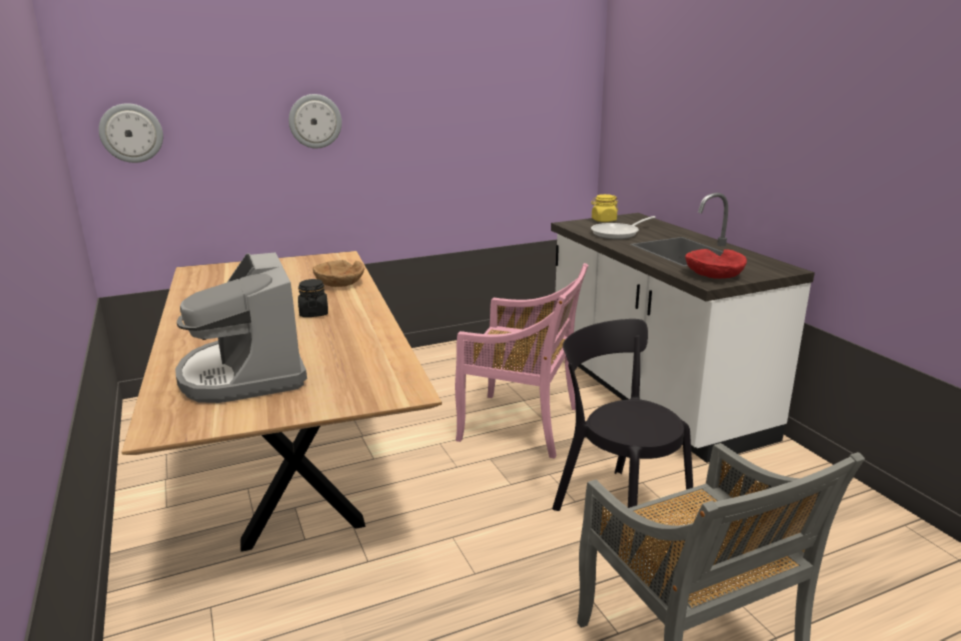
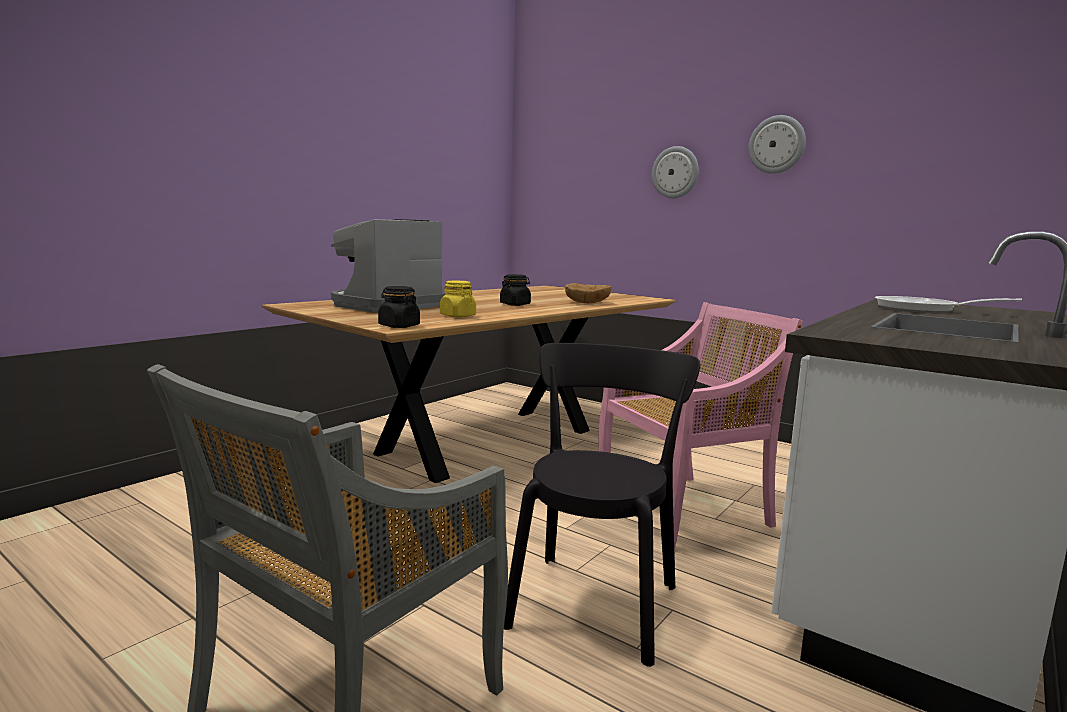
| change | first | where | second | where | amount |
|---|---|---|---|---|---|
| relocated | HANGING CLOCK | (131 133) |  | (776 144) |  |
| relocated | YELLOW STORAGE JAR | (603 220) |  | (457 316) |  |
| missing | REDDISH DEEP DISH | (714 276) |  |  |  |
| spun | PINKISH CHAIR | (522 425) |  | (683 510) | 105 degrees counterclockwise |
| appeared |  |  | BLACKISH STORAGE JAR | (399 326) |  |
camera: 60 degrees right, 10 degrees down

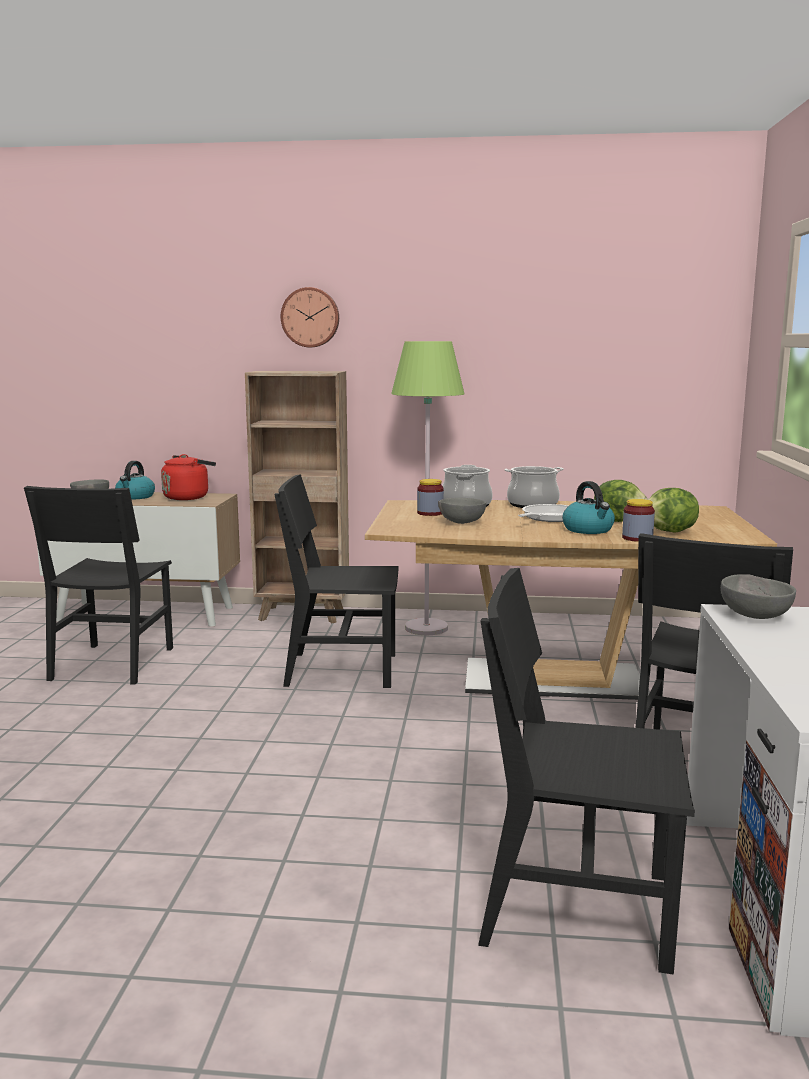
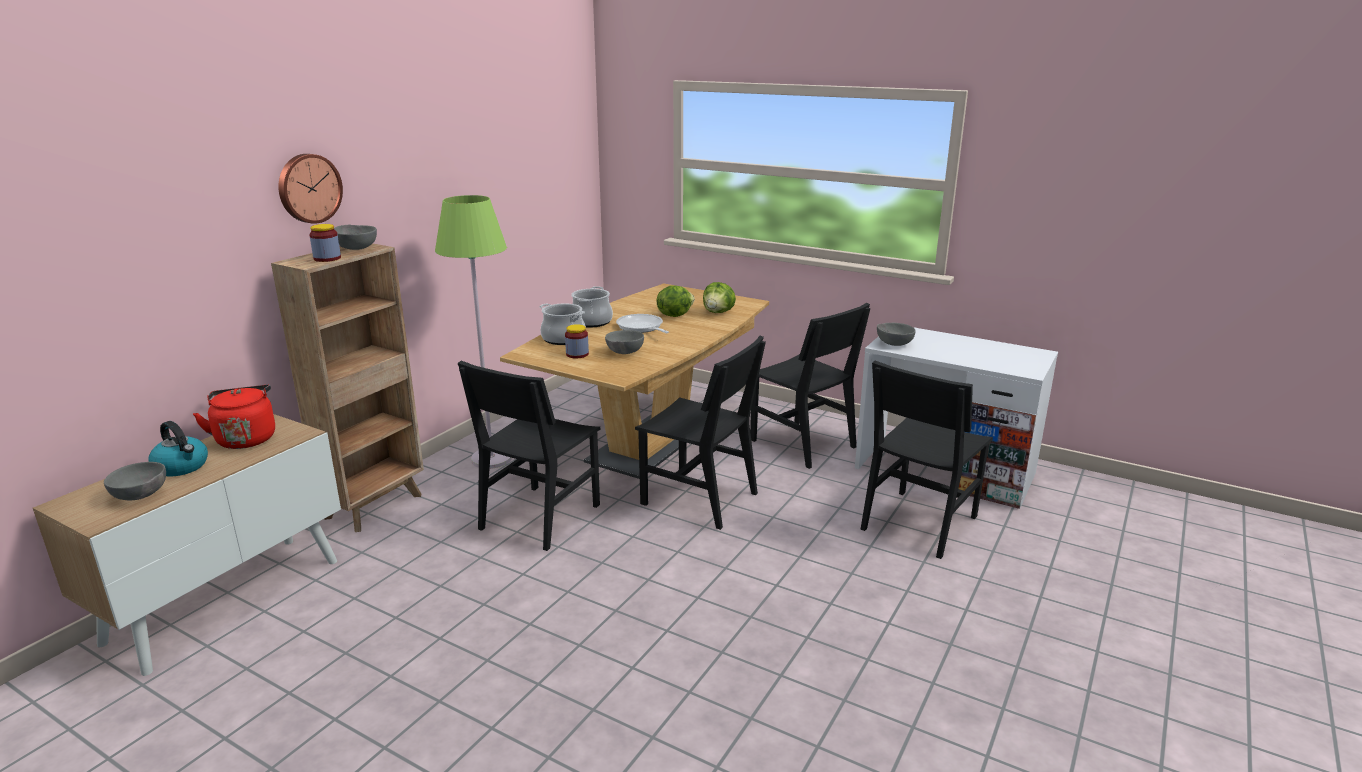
| change | first | where | second | where | amount |
|---|---|---|---|---|---|
| missing | WATER KETTLE | (588 530) |  |  |  |
| relocated | BLACKISH CHAIR | (112 663) |  | (699 499) |  |
| relocated | STORAGE JAR | (637 538) |  | (327 258) |  |
| appeared |  |  | GREYISH DEEP DISH | (357 248) |  |
camera: 65 degrees left, 10 degrees up

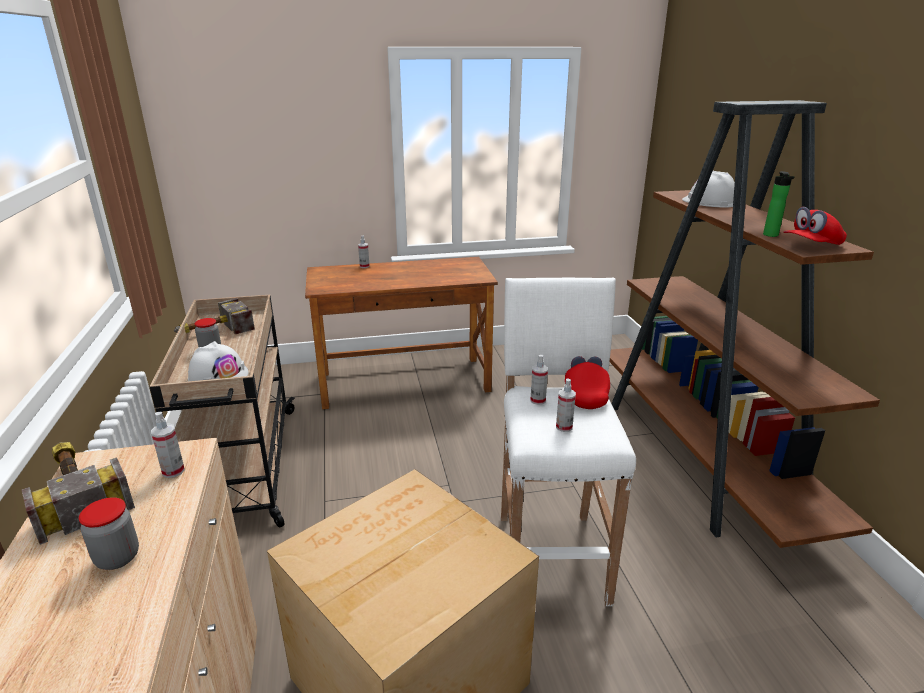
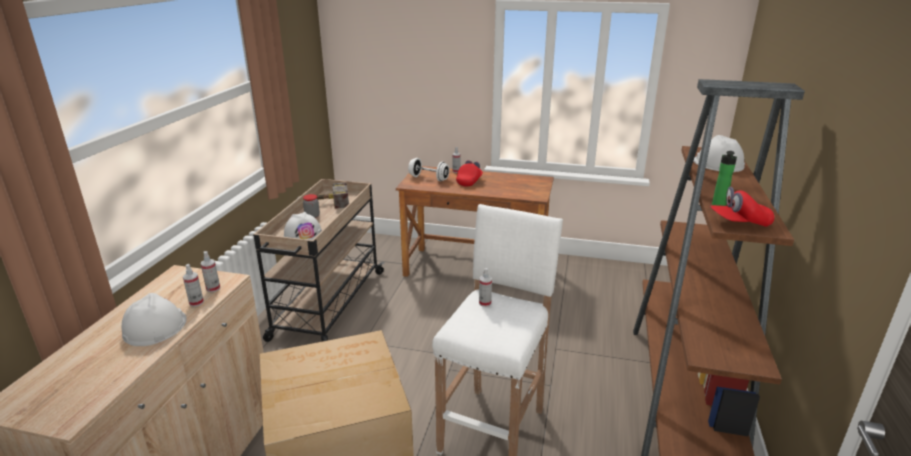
| change | first | where | second | where | amount |
|---|---|---|---|---|---|
| relocated | REDDISH CAP | (585 395) |  | (469 181) |  |
| relocated | SPRAYER | (564 427) |  | (196 302) |  |
| missing | HAMMER | (76 490) |  |  |  |
| exchanged | STORAGE JAR | (117 557) | WHITISH WORK HELMET | (154 327) |  |
| appeared |  |  | WHITISH FREE WEIGHT | (429 178) |  |
camera: 25 degrees right, 0 degrees up

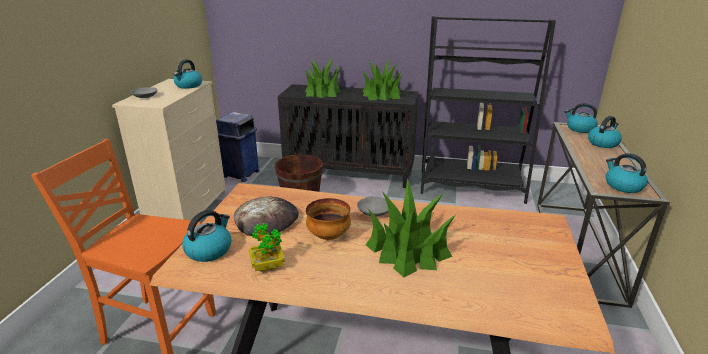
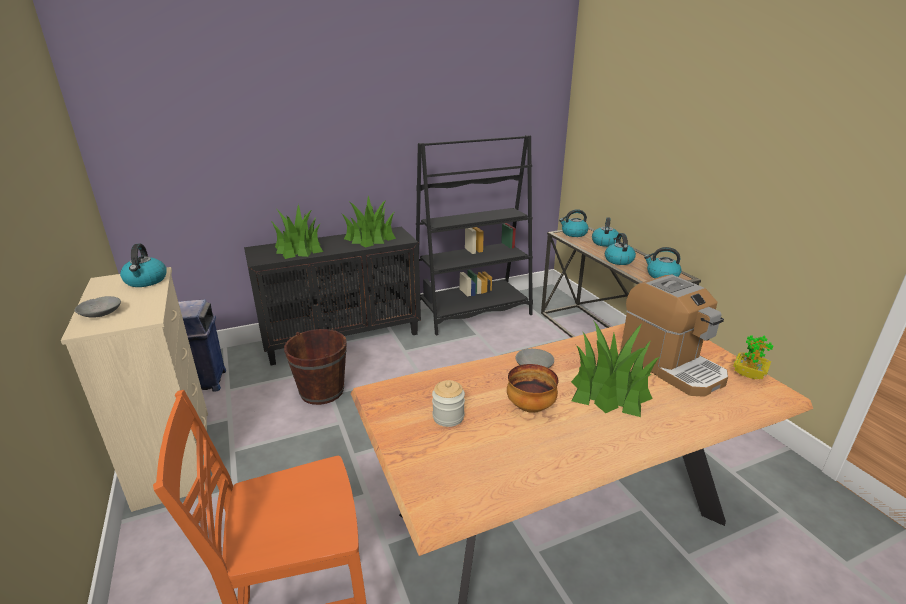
| change | first | where | second | where | amount |
|---|---|---|---|---|---|
| exchanged | BAKERY BREAD | (266 220) | STORAGE JAR | (448 417) |  |
| relocated | WATER KETTLE | (209 250) |  | (618 260) |  |
| relocated | PLANT IN A POT | (267 266) |  | (748 374) |  |
| appeared |  |  | COFFEE MACHINE | (671 366) |  |
camera: 35 degrees left, 0 degrees up

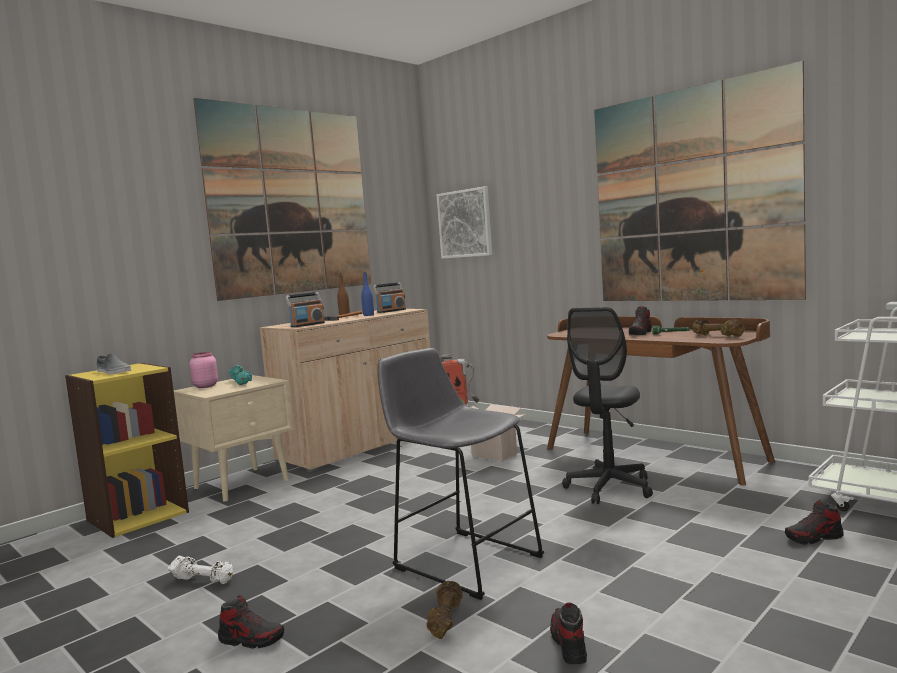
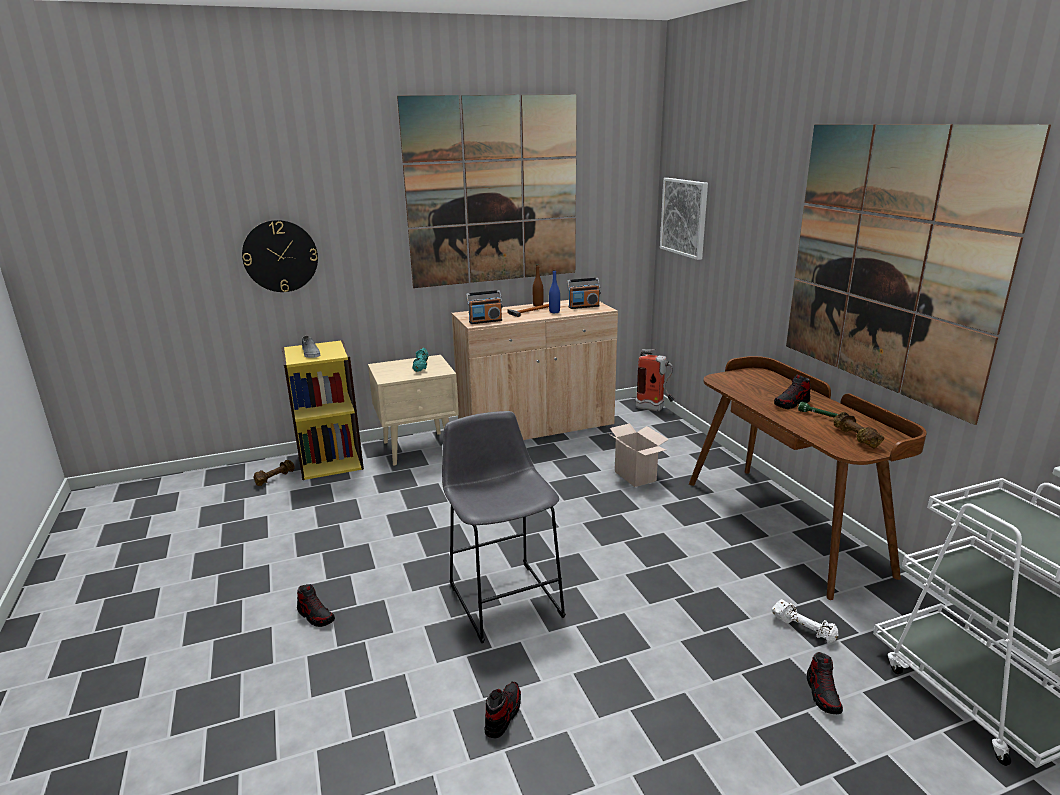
| change | first | where | second | where | amount |
|---|---|---|---|---|---|
| missing | BLACKISH OFFICE CHAIR | (609 488) |  |  |  |
| missing | PINKISH STORAGE JAR | (204 386) |  |  |  |
| spun | LOW SHOE | (814 538) |  | (823 694) | 105 degrees counterclockwise |
| relocated | WHITISH FREE WEIGHT | (203 580) |  | (804 629) |  |
| relocated | BROWN-COLOURED FREE WEIGHT | (445 620) |  | (275 478) |  |
| appeared |  |  | HANGING CLOCK | (280 256) |  |
camera: 25 degrees right, 15 degrees up

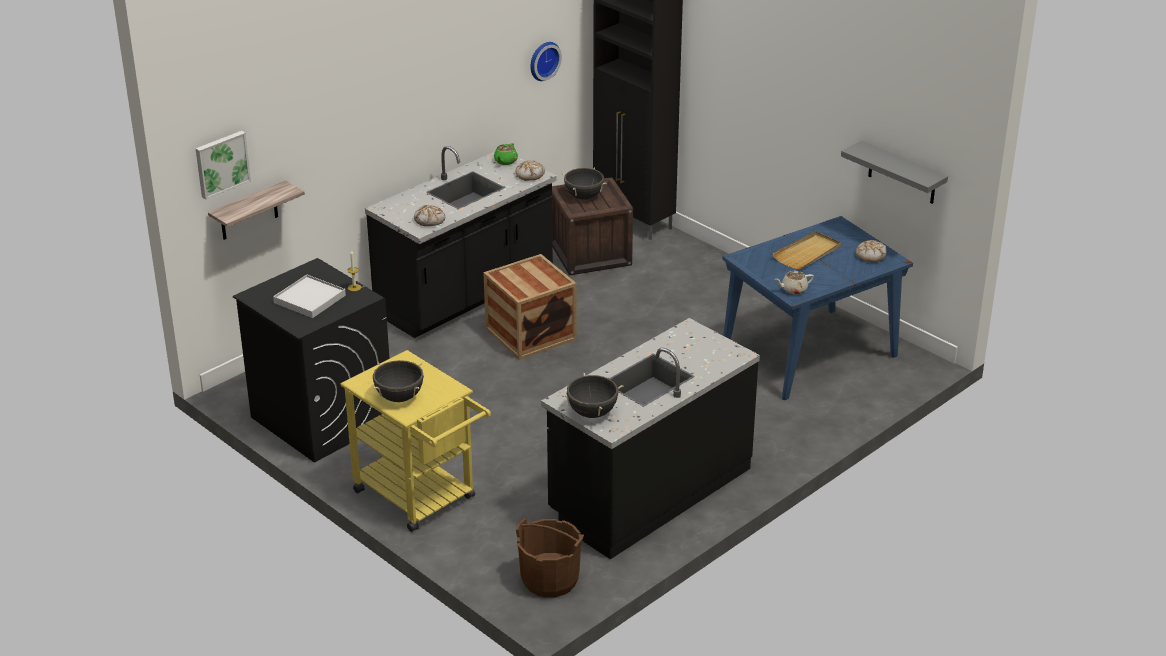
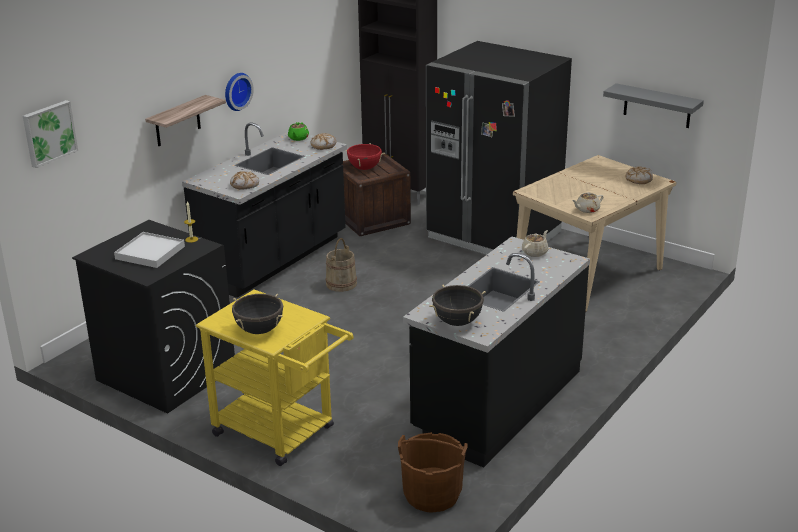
| change | first | where | second | where | amount |
|---|---|---|---|---|---|
| relocated | HANGING CLOCK | (543 60) |  | (236 91) |  |
| colour | BLACKISH COOKING POT | (584 197) | REDDISH COOKING POT | (364 168) |  |
| relocated | SHELF | (248 212) |  | (177 121) |  |
| colour | BLUISH DINING TABLE | (810 352) | BEIGE-COLOURED DINING TABLE | (588 273) |  |
| missing | BEIGE-COLOURED SERVING TRAY | (807 253) |  |  |  |
| exchanged | CRATE | (530 334) | BEIGE-COLOURED BUCKET | (341 284) |  |
| appeared |  |  | BLACKISH REFRIGERATOR | (493 235) |  |
| appeared |  |  | BEIGE-COLOURED TEA POT | (535 252) |  |
camera: 10 degrees left, 5 degrees down

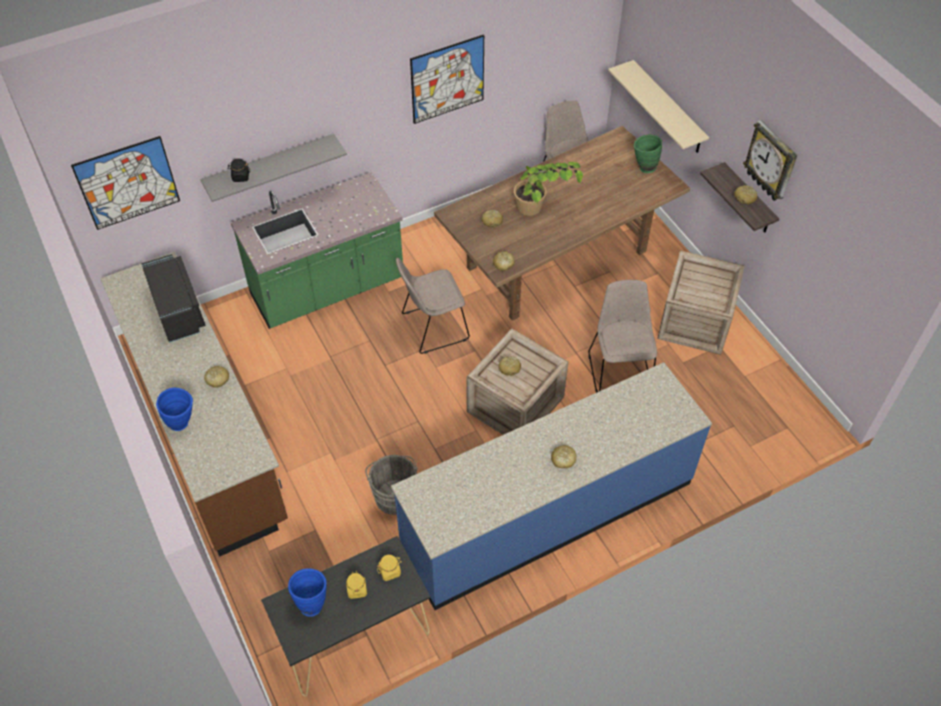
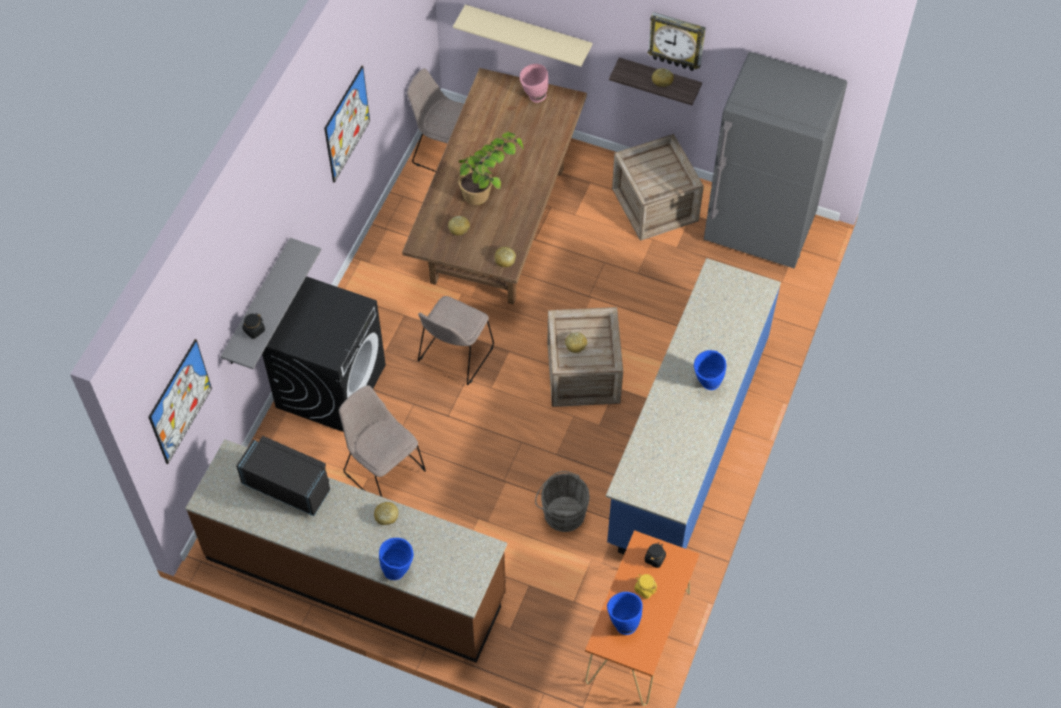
| change | first | where | second | where | amount |
|---|---|---|---|---|---|
| colour | GREEN VASE | (643 167) | PINKISH VASE | (533 97) |  |
| exchanged | GREEN KITCHEN COUNTER | (328 289) | BLACKISH LAUNDRY MACHINE | (331 385) |  |
| relocated | BEIGE-COLOURED CHAIR | (619 369) |  | (383 469) |  |
| exchanged | BAKERY BREAD | (563 459) | BLUISH VASE | (706 384) |  |
| colour | BLACKISH NARROW TABLE | (353 636) | ORANGEY NARROW TABLE | (638 637) |  |
| colour | YELLOW STORAGE JAR | (390 571) | BLACKISH STORAGE JAR | (654 558) |  |
| appeared |  |  | GREYISH REFRIGERATOR | (759 231) |  |
camera: 40 degrees left, 5 degrees up

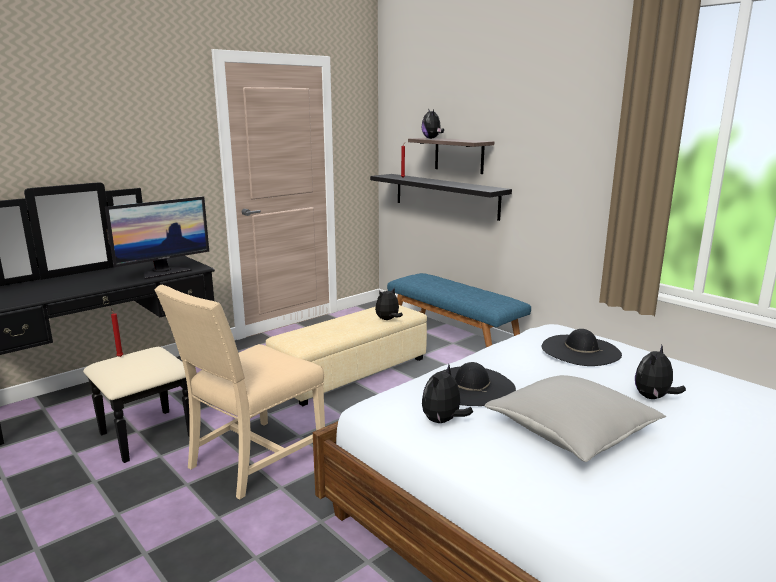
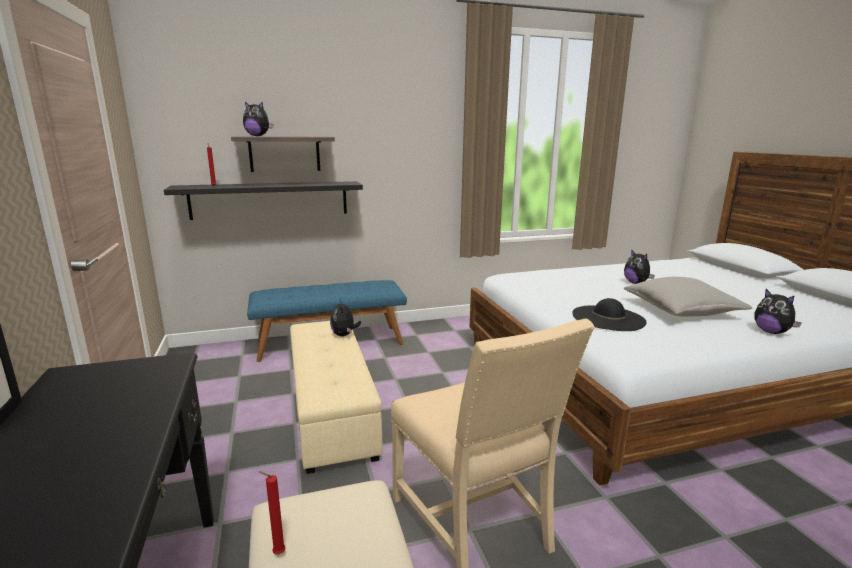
| change | first | where | second | where | amount |
|---|---|---|---|---|---|
| missing | MONITOR | (164 272) |  |  |  |
| missing | BLACKISH HAT | (580 350) |  |  |  |
| relocated | PLUSH TOY | (443 421) |  | (771 332) |  |
camera: 65 degrees left, 0 degrees up

